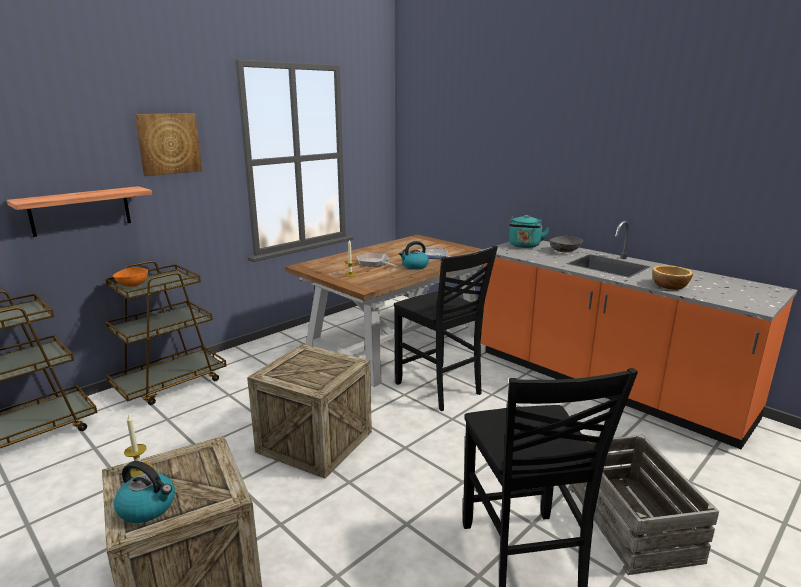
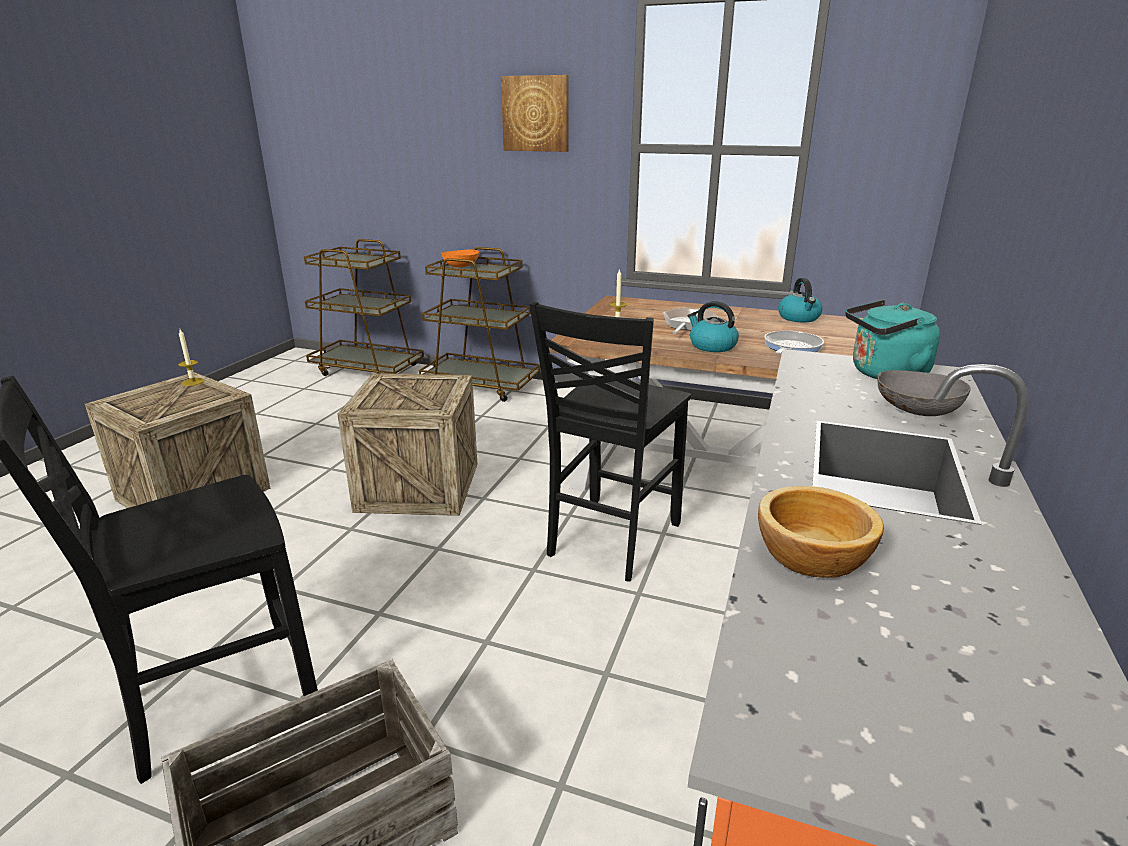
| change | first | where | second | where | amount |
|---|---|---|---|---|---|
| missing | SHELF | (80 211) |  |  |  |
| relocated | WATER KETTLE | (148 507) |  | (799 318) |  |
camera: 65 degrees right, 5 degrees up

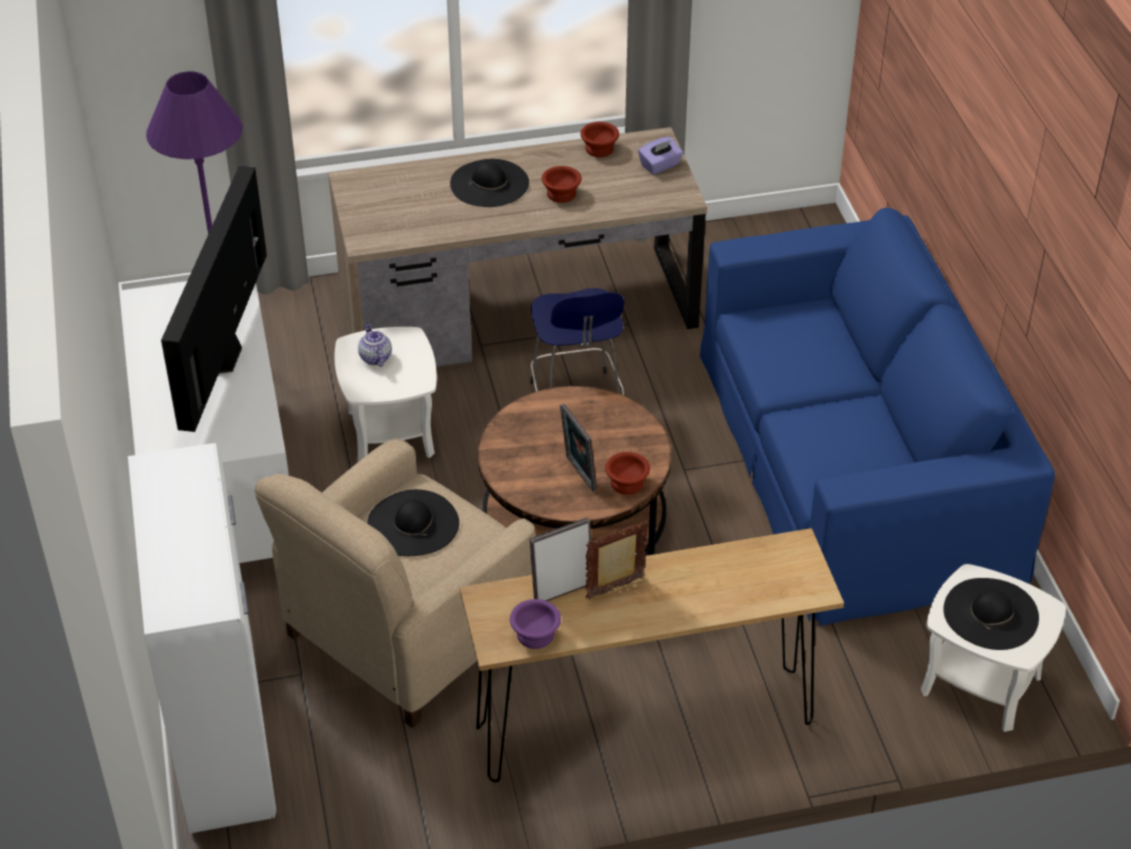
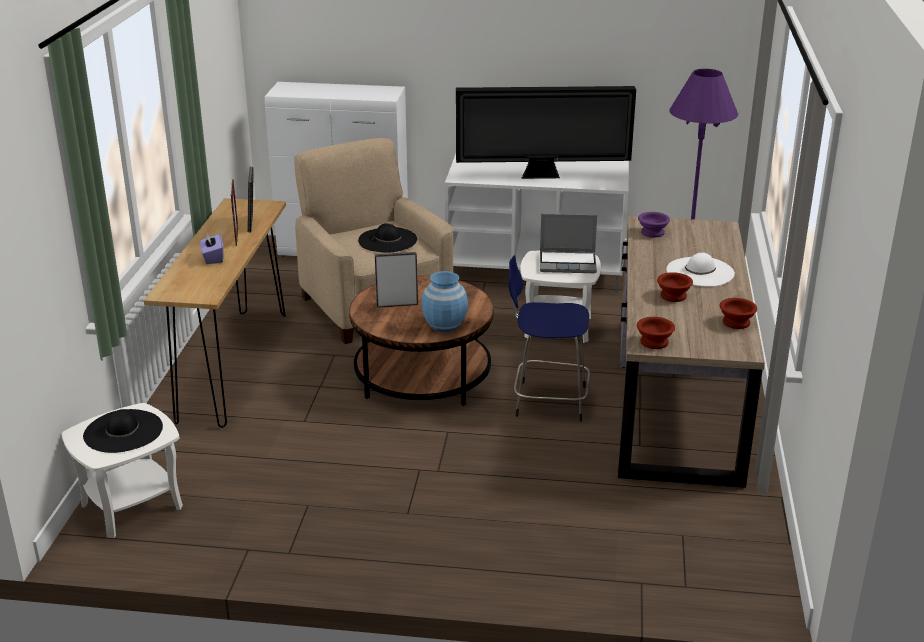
| change | first | where | second | where | amount |
|---|---|---|---|---|---|
| relocated | PURPLISH BOX OF TISSUES | (660 165) |  | (212 258) |  |
| colour | BLACKISH HAT | (489 183) | WHITISH HAT | (700 272) |  |
| spun | TV | (225 358) |  | (542 176) | 150 degrees clockwise |
| missing | BLUISH COUCH | (857 463) |  |  |  |
| exchanged | TEA POT | (375 357) | LAPTOP | (568 263) |  |
| relocated | BROWN-COLOURED DEEP DISH | (625 483) |  | (654 342) |  |
| relocated | PURPLISH DEEP DISH | (534 635) |  | (652 232) |  |
| appeared |  |  | BLUISH VASE | (444 325) |  |
camera: 110 degrees right, 15 degrees down

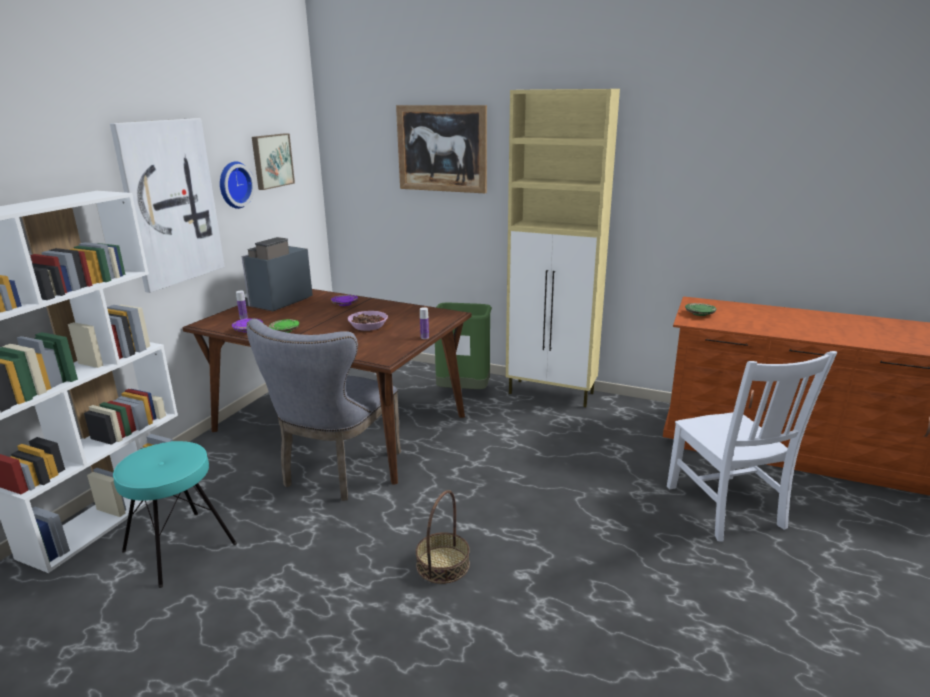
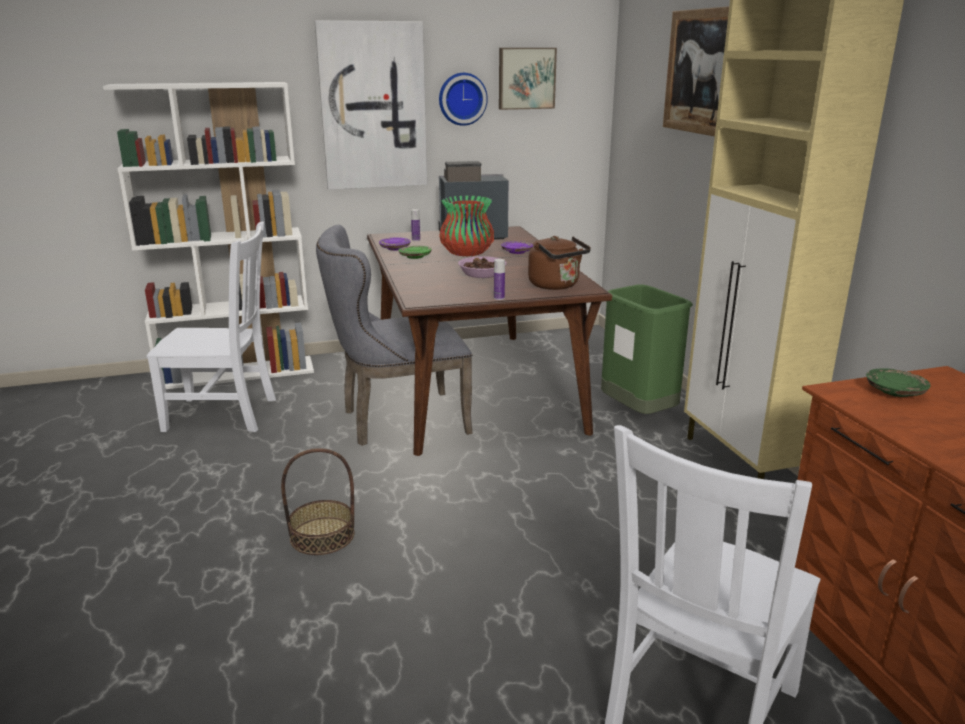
| change | first | where | second | where | amount |
|---|---|---|---|---|---|
| exchanged | BLUE-GREEN STOOL SEAT | (180 547) | WHITISH CHAIR | (225 414) |  |
| appeared |  |  | VASE | (466 253) |  |
| appeared |  |  | BROWN-COLOURED WATER KETTLE | (556 286) |  |
camera: 50 degrees right, 0 degrees up

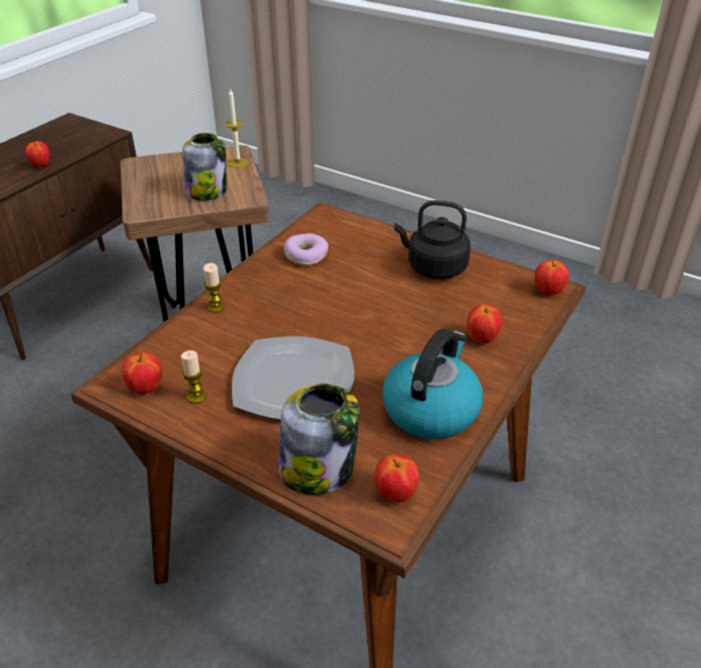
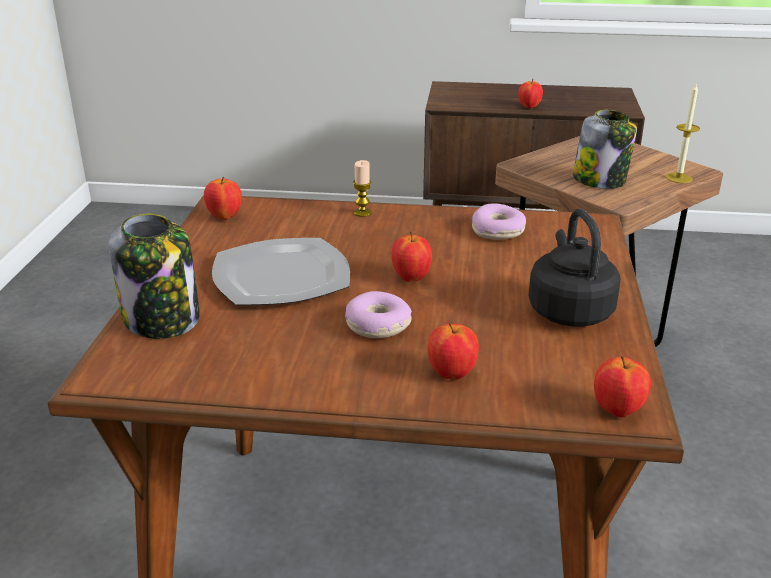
| change | first | where | second | where | amount |
|---|---|---|---|---|---|
| missing | WATER KETTLE | (431 408) |  |  |  |
| missing | CANDLE | (196 396) |  |  |  |
| relocated | APPLE FRUIT | (395 494) |  | (411 278) |  |
| appeared |  |  | RING DOUGHNUT | (377 325) |  |
camera: 65 degrees right, 10 degrees down

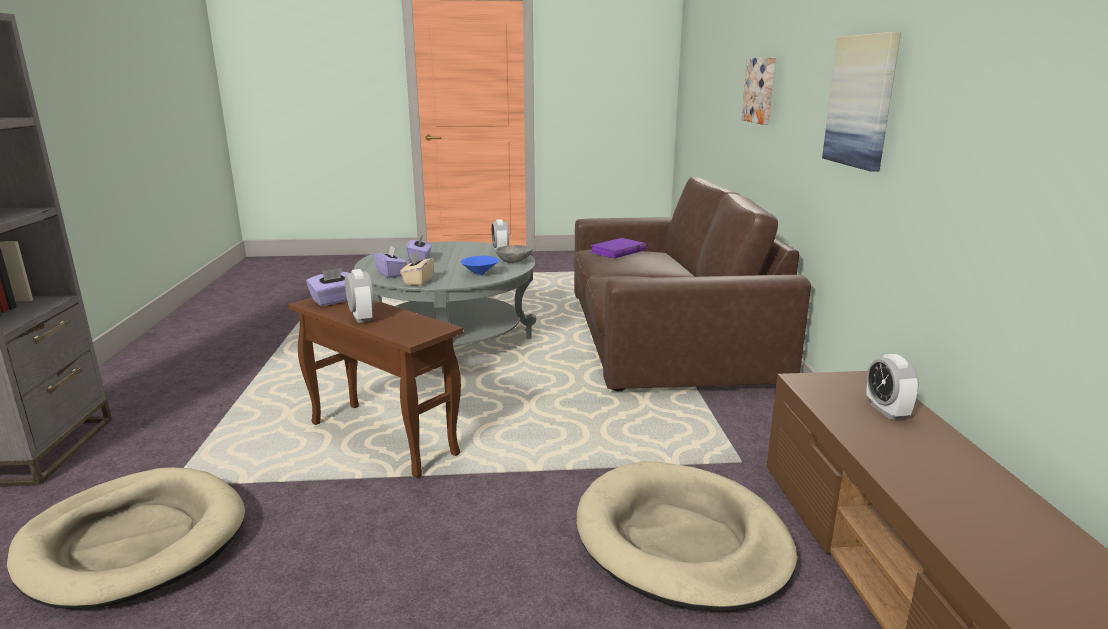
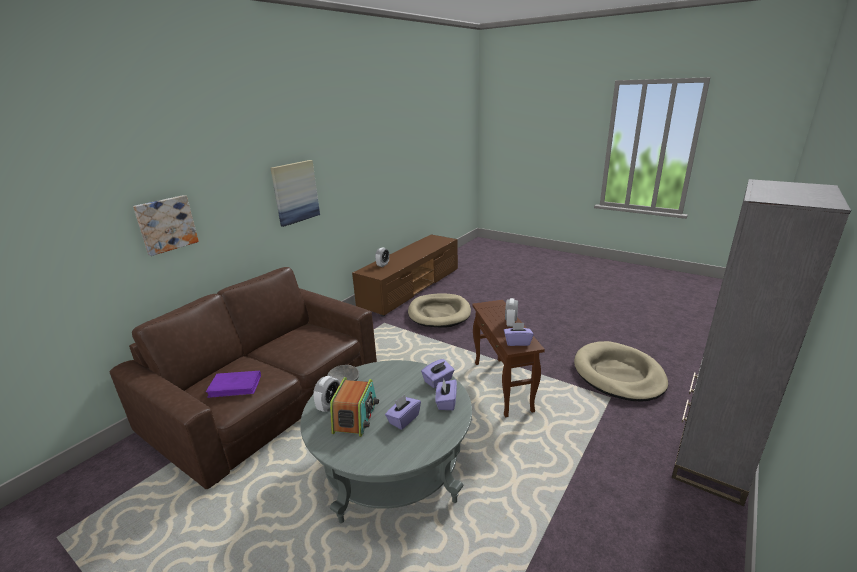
| change | first | where | second | where | amount |
|---|---|---|---|---|---|
| colour | BEIGE-COLOURED BOX OF TISSUES | (418 281) | PURPLISH BOX OF TISSUES | (438 381) |  |
| missing | BLUISH DEEP DISH | (480 274) |  |  |  |
| appeared |  |  | RADIO SET | (356 417) |  |
camera: 140 degrees left, 5 degrees up

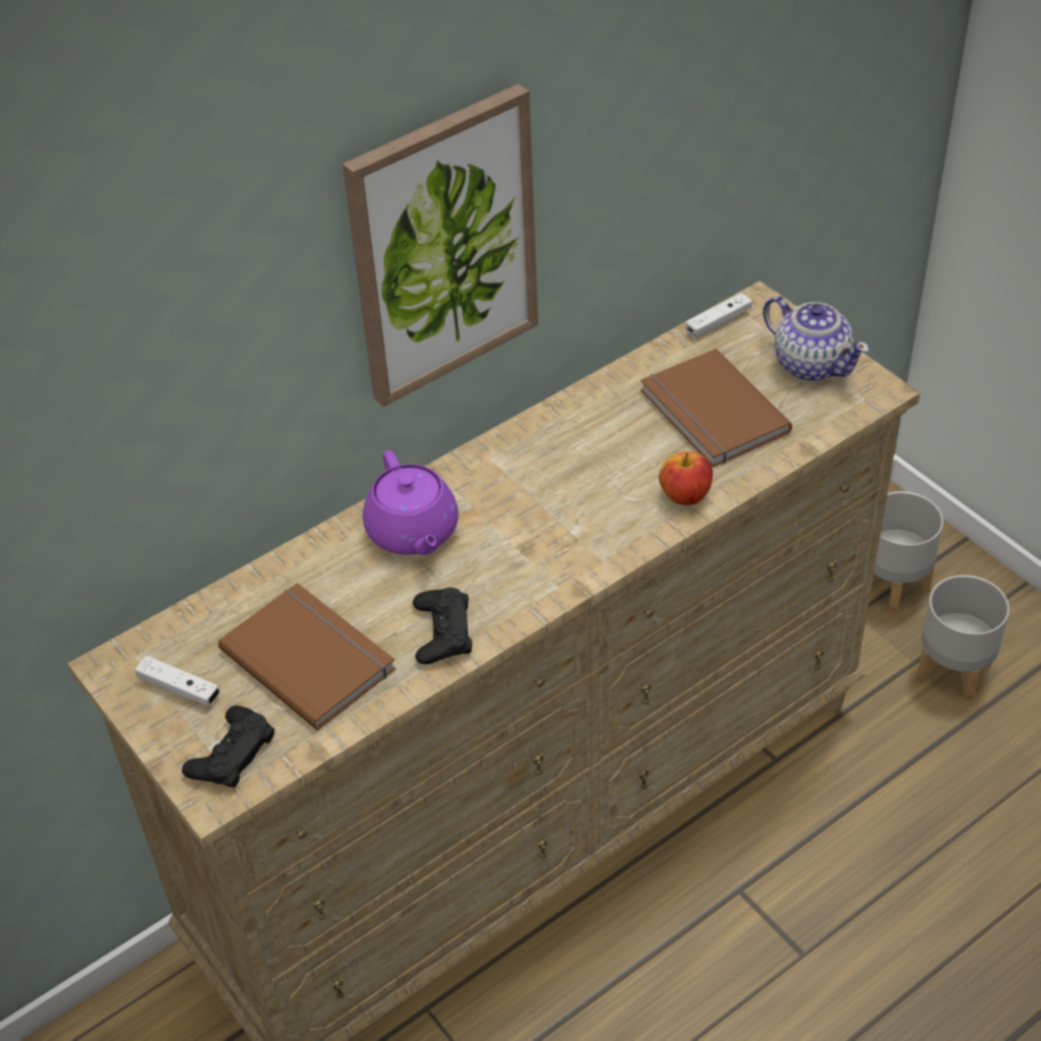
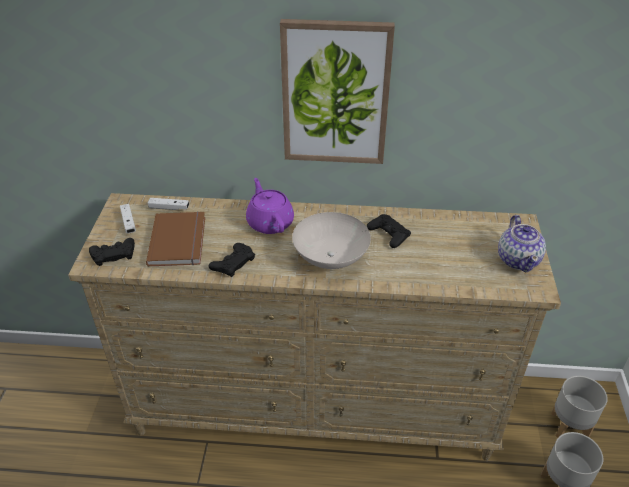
| change | first | where | second | where | amount |
|---|---|---|---|---|---|
| relocated | WHITISH JOYPAD | (718 322) |  | (169 208) |  |
| missing | BROWN-COLOURED BOOK | (711 413) |  |  |  |
| spun | PURPLISH TEA POT | (413 532) |  | (269 222) | 135 degrees clockwise |
| missing | APPLE FRUIT | (685 496) |  |  |  |
| appeared |  |  | WHITISH DEEP DISH | (332 258) |  |
| appeared |  |  | BLACKISH JOYPAD | (389 234) |  |
camera: 40 degrees right, 5 degrees down

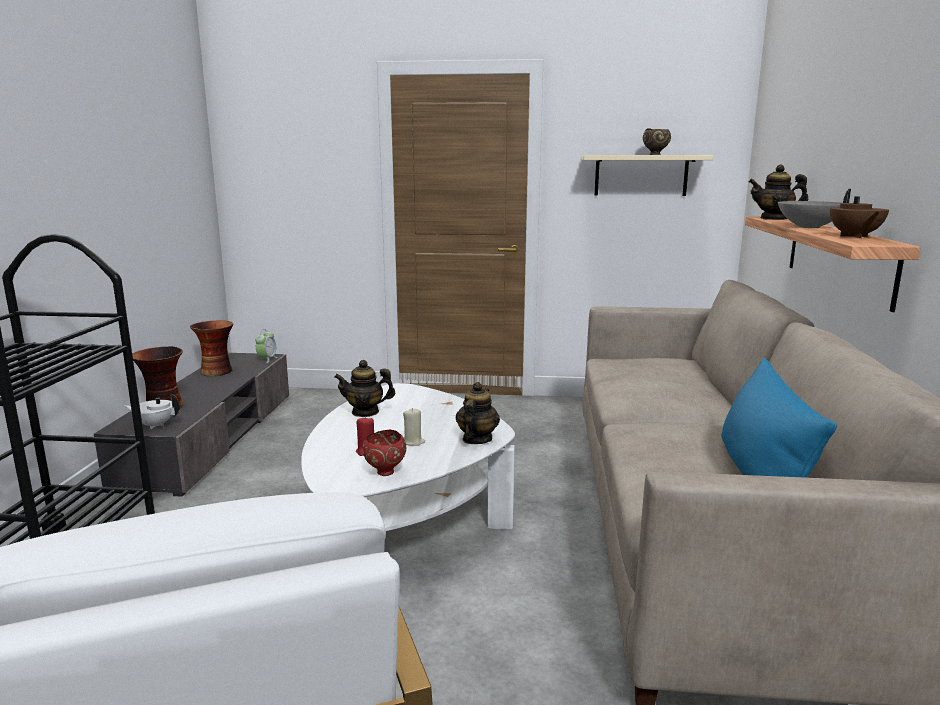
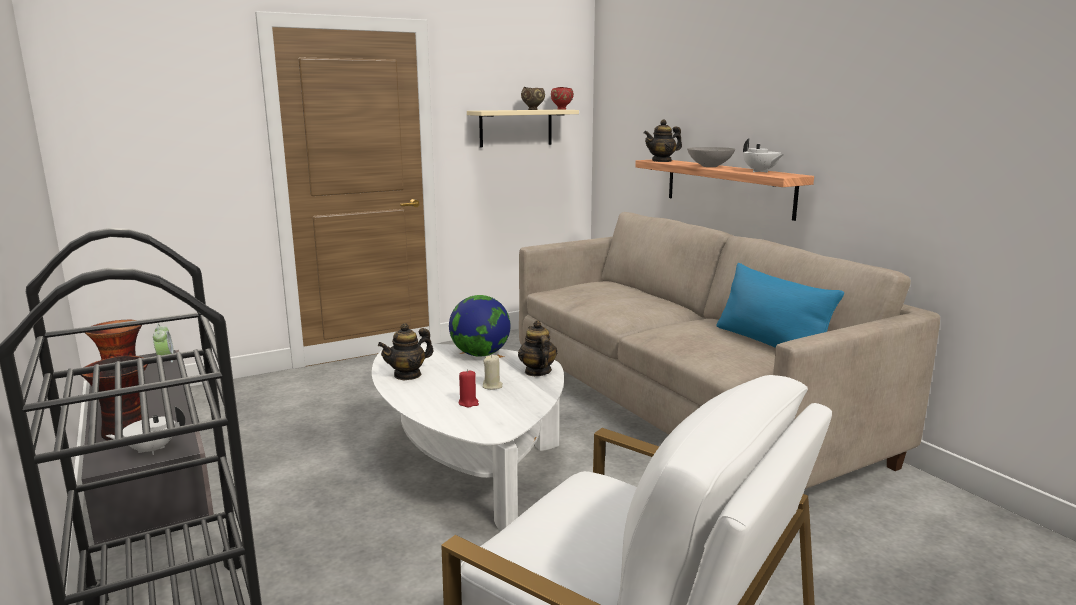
| change | first | where | second | where | amount |
|---|---|---|---|---|---|
| colour | BROWN-COLOURED TEA POT | (854 236) | WHITISH TEA POT | (760 171) |  |
| relocated | REDDISH DEEP DISH | (385 473) |  | (562 109) |  |
| appeared |  |  | DESK GLOBE | (480 354) |  |
camera: 35 degrees left, 0 degrees up

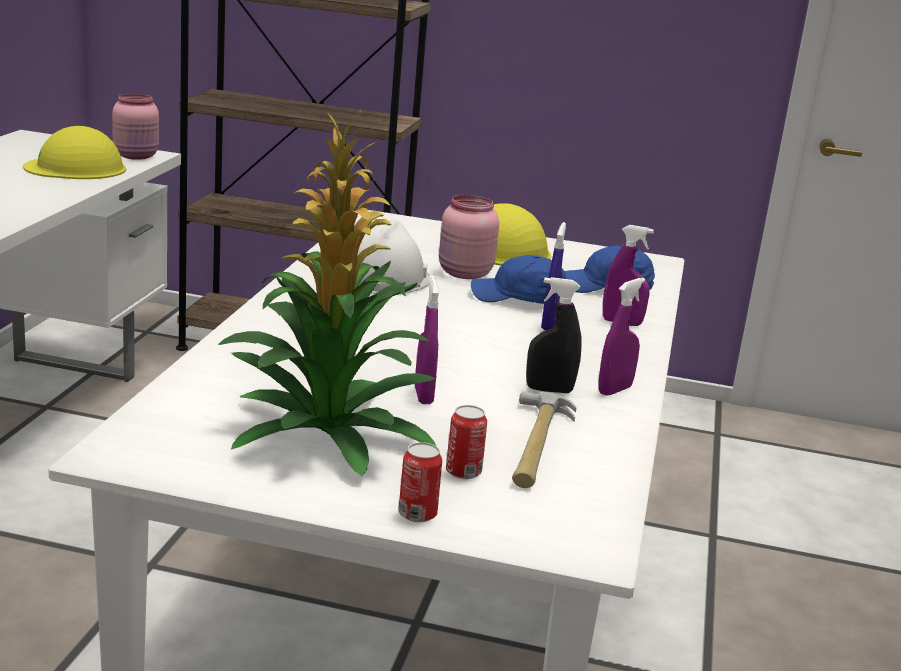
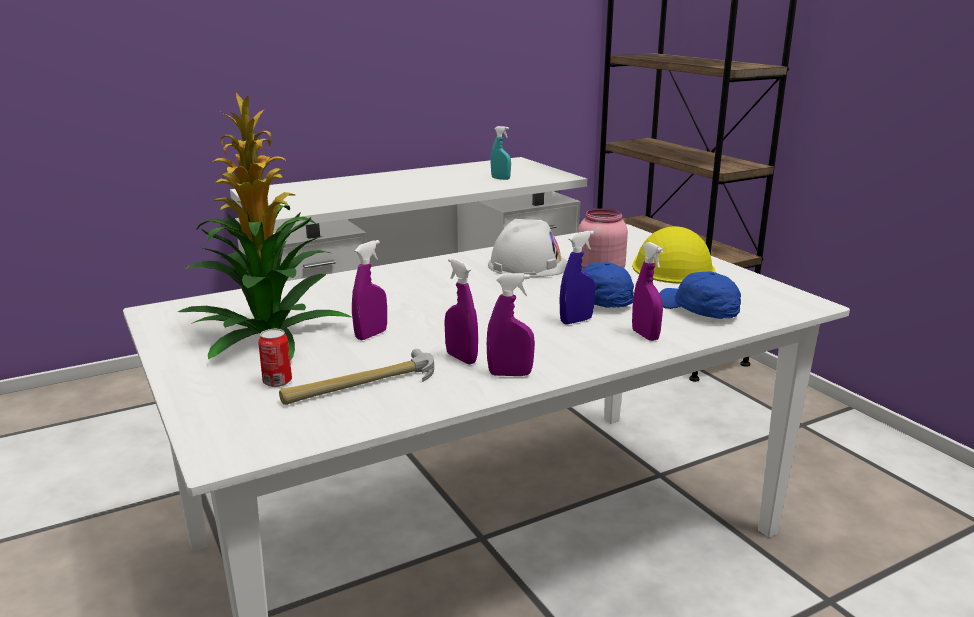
| change | first | where | second | where | amount |
|---|---|---|---|---|---|
| missing | PINKISH STORAGE JAR | (137 156) |  |  |  |
| exchanged | YELLOW WORK HELMET | (76 168) | BLUE-GREEN SPRAYER | (500 178) |  |
| colour | BLACKISH SPRAYER | (549 390) | PURPLISH SPRAYER | (461 358) |  |
| missing | SEALED CAN | (417 514) |  |  |  |
camera: 50 degrees right, 0 degrees up

